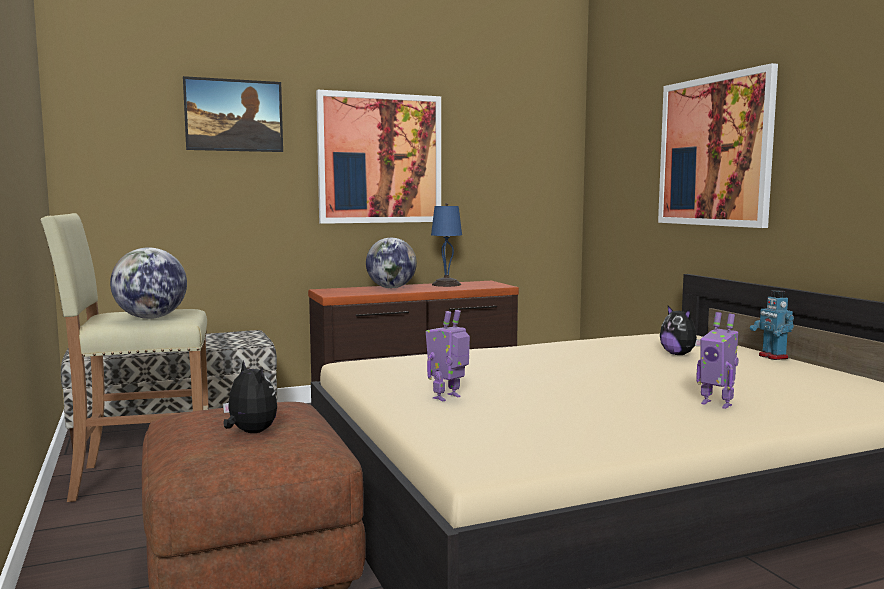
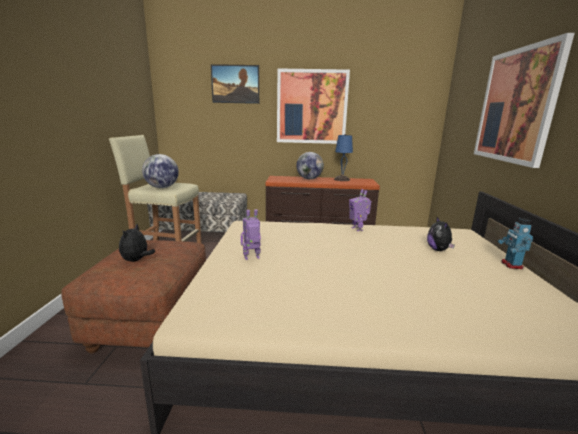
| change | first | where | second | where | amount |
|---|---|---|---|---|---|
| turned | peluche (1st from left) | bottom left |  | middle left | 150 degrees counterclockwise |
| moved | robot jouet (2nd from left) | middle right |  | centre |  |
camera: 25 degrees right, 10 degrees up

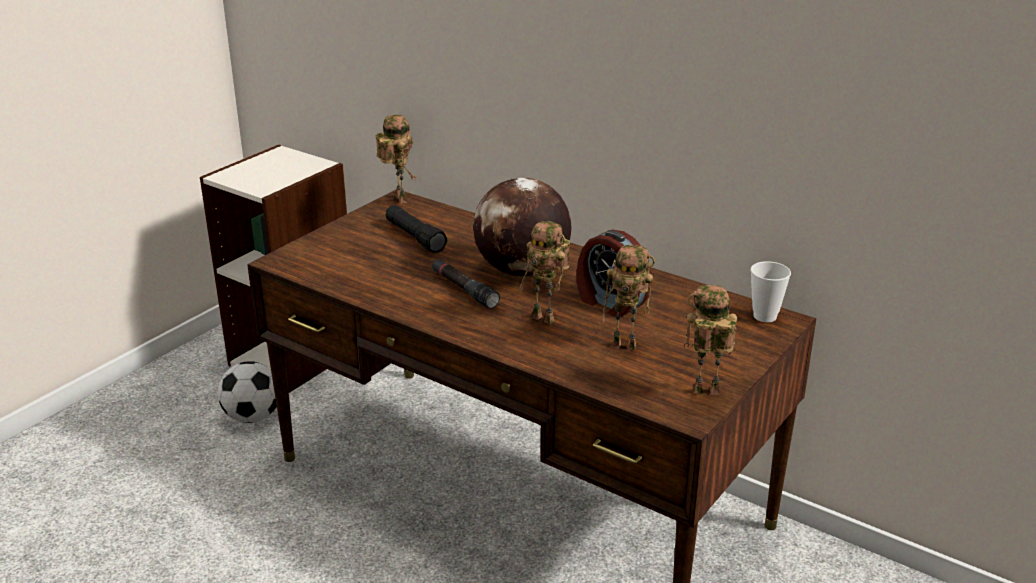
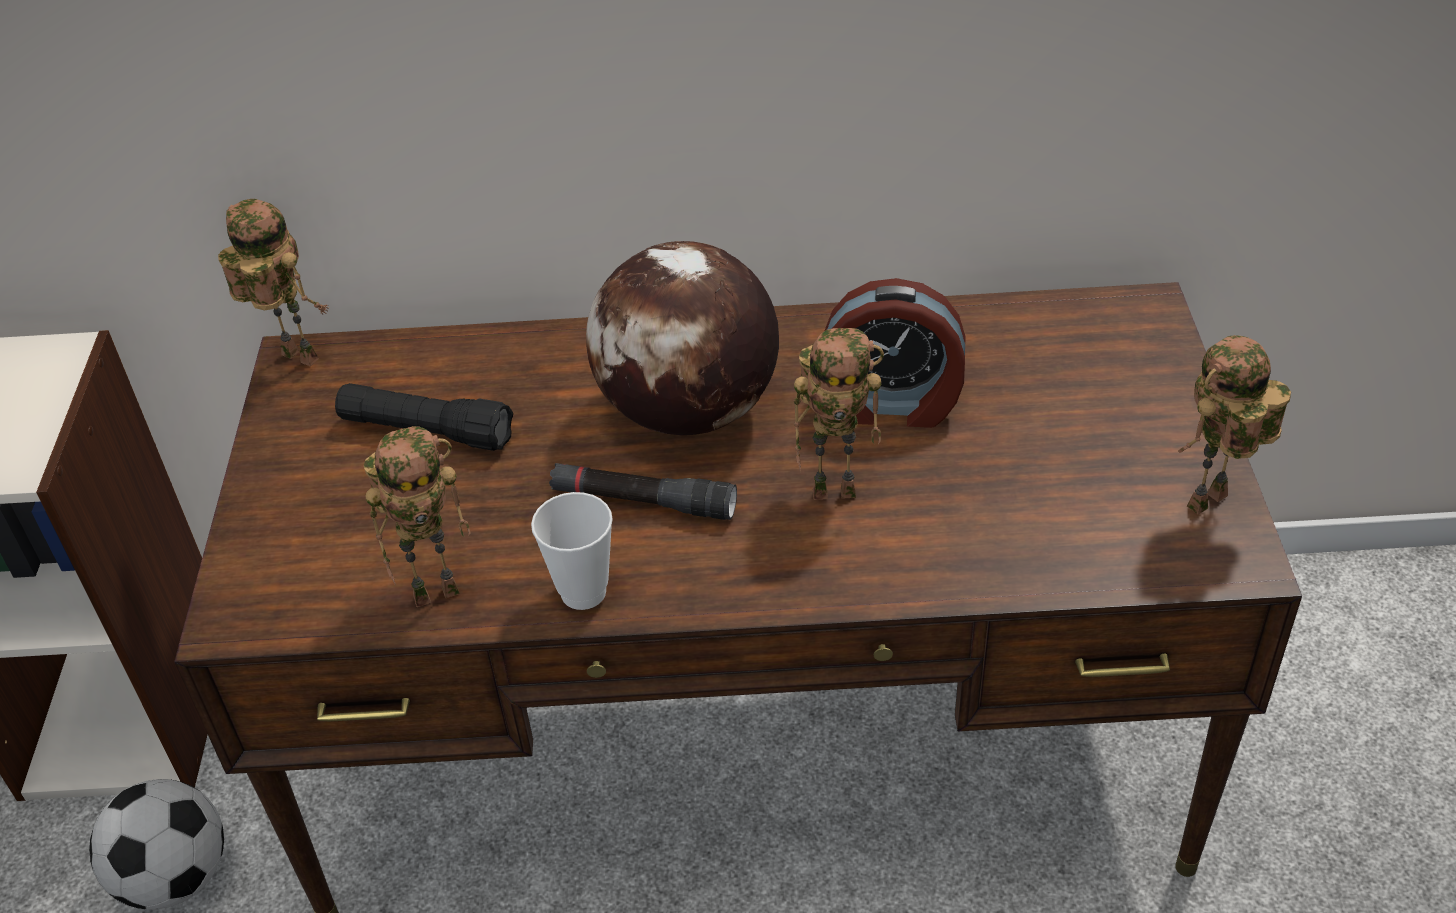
| change | first | where | second | where | amount |
|---|---|---|---|---|---|
| moved | robot jouet (3rd from left in the first image) | centre | robot jouet (2nd from left) | middle left |  |
| moved | tasse | middle right |  | centre |  |
camera: 35 degrees left, 15 degrees up

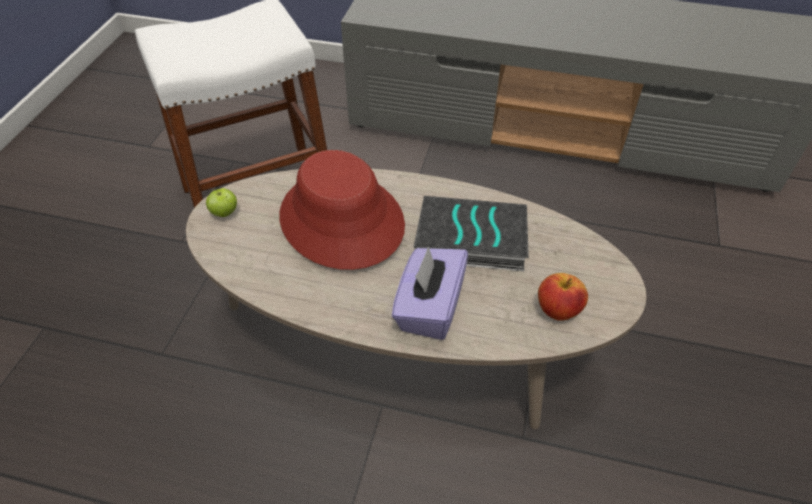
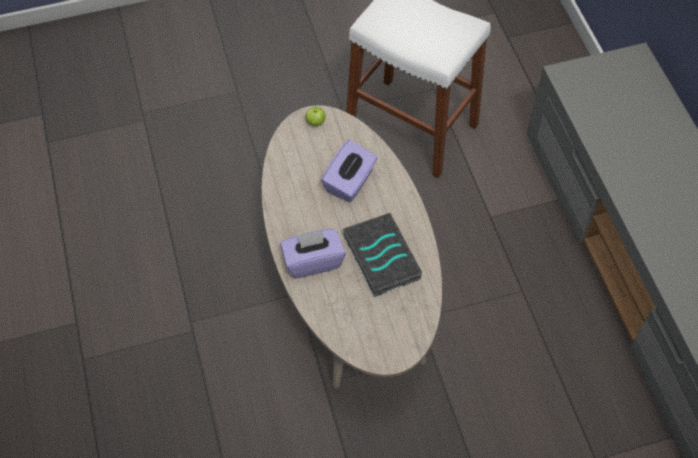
| change | first | where | second | where | amount |
|---|---|---|---|---|---|
| replaced | chapeau [rouge] | centre | boîte à mouchoirs [violet] (2nd from left) | centre |  |
| removed | pomme (2nd from left) | middle right |  |  |  |
camera: 60 degrees right, 10 degrees up

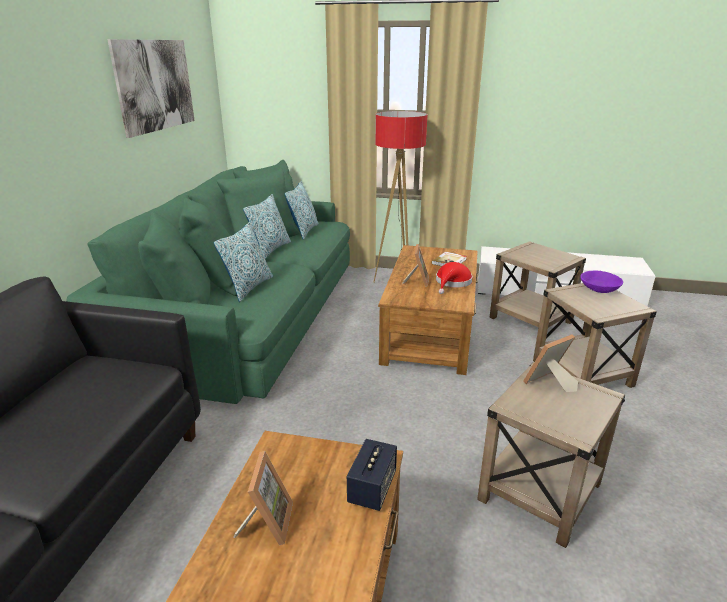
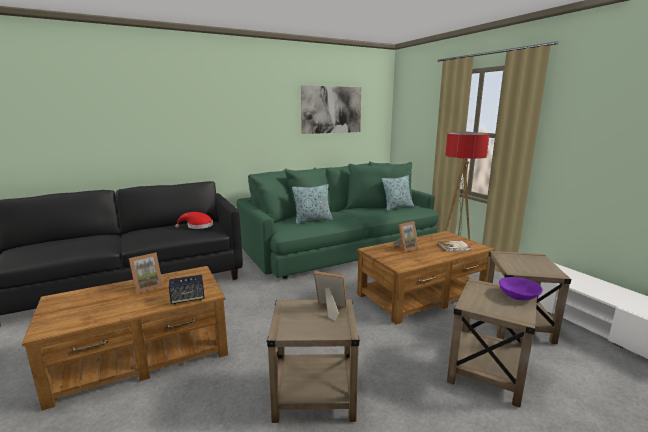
| change | first | where | second | where | amount |
|---|---|---|---|---|---|
| moved | chapeau [rouge] | centre |  | middle left |  |
| removed | coussin (2nd from left) | centre |  |  |  |
camera: 50 degrees right, 10 degrees down

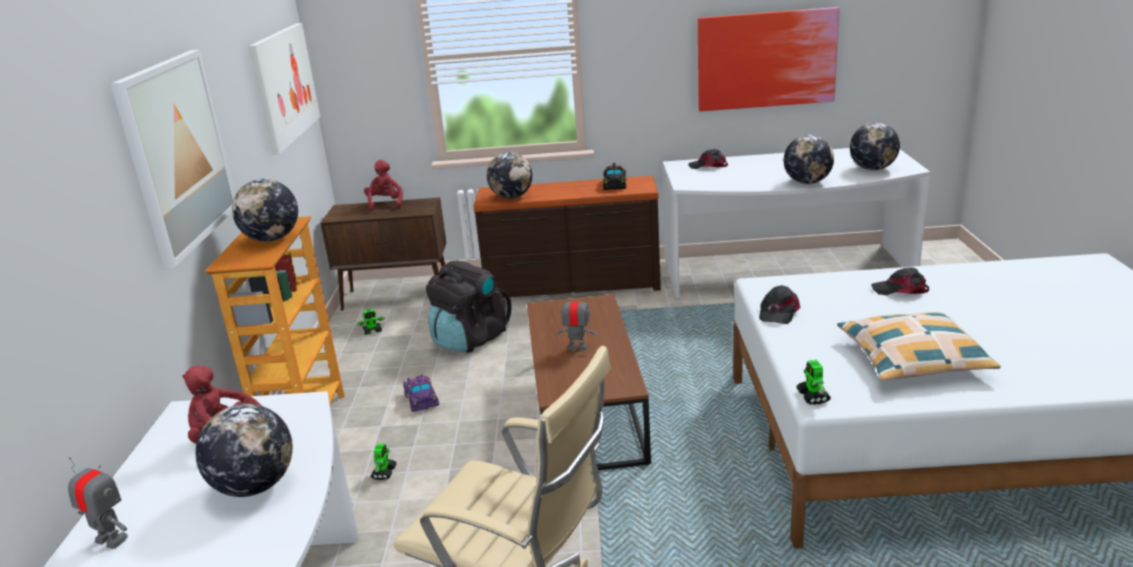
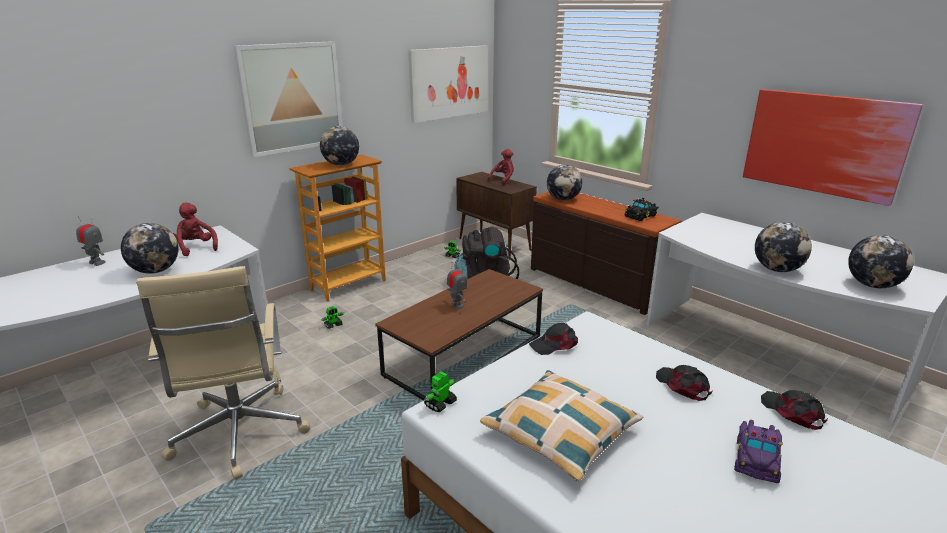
| change | first | where | second | where | amount |
|---|---|---|---|---|---|
| turned | robot jouet (1st from left) | bottom left |  | middle left | 45 degrees counterclockwise |
| moved | petite voiture [violet] | bottom centre |  | bottom right |  |
| moved | casquette [noir] (1st from left in the first image) | top centre | casquette [noir] (3rd from left) | bottom right |  |
camera: 45 degrees right, 0 degrees up

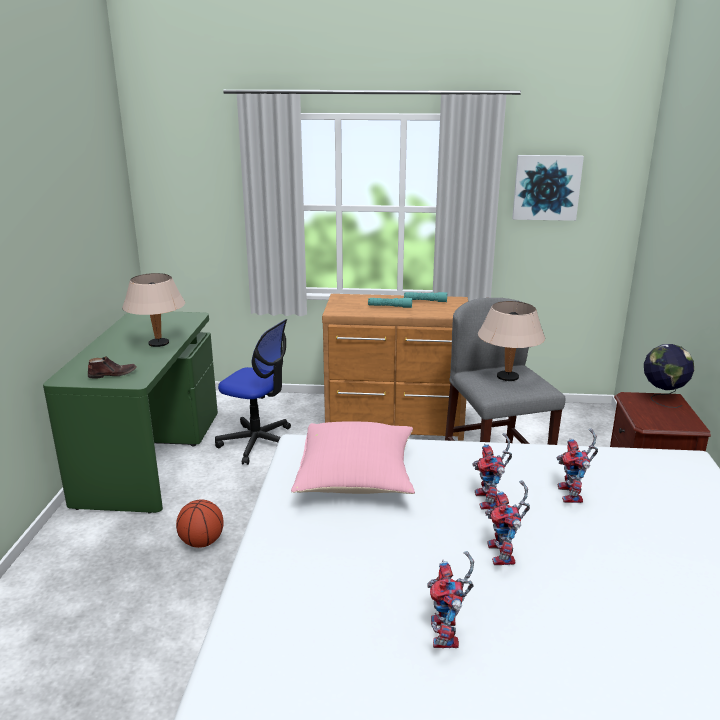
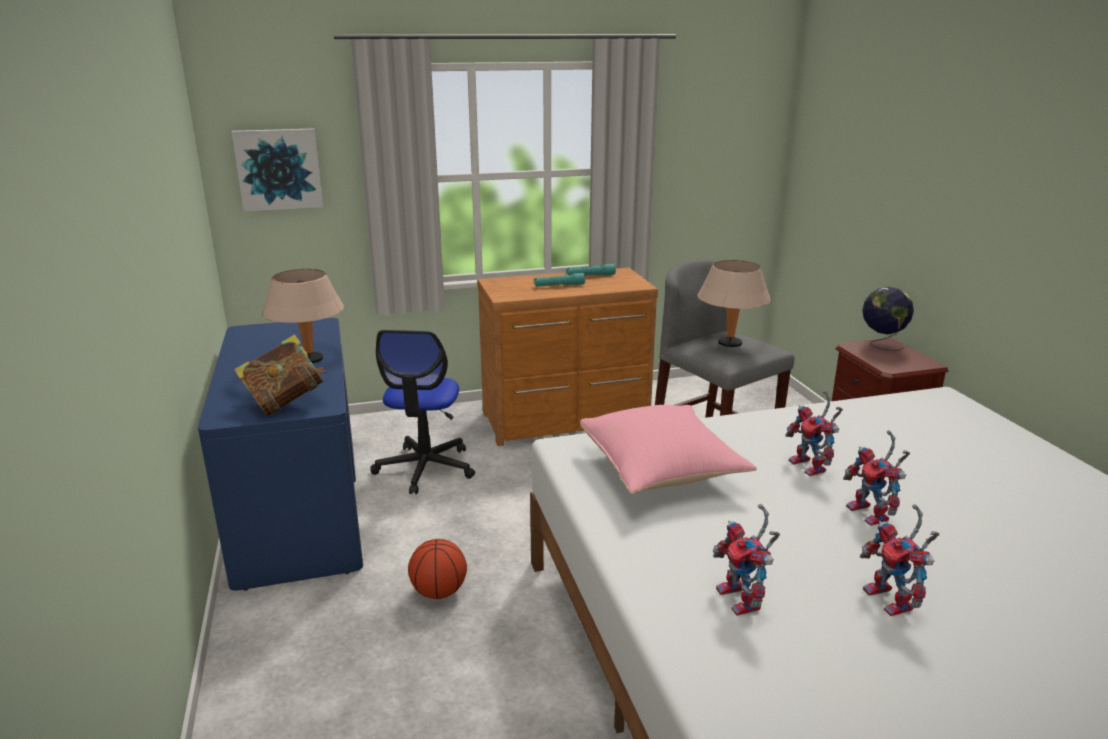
| change | first | where | second | where | amount |
|---|---|---|---|---|---|
| recoloured | bureau [vert] | middle left | bureau [bleu] | middle left |  |
| moved | tableau | top right |  | top left |  |
| replaced | chaussure [marron] | middle left | livre | middle left |  |
| turned | chaise de bureau | centre |  | centre | 90 degrees clockwise |
| moved | robot jouet (4th from left in the first image) | middle right | robot jouet (1st from left) | bottom right |  |
camera: 20 degrees left, 0 degrees up

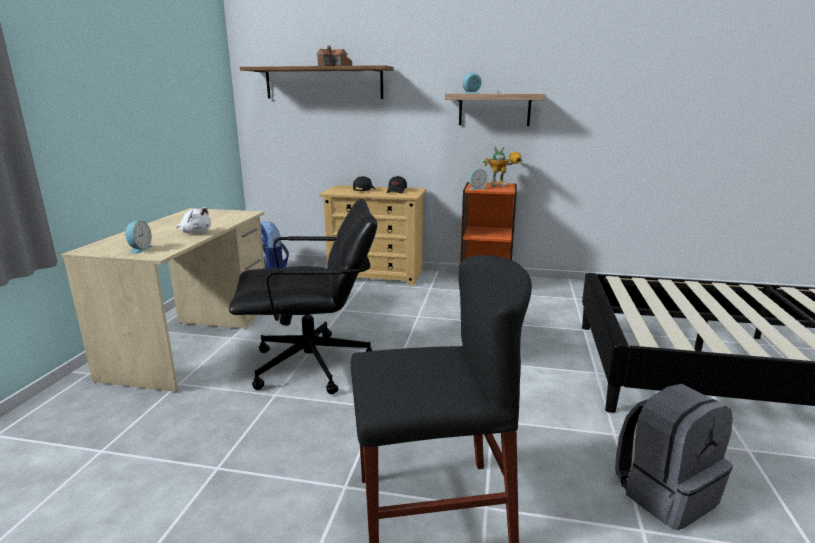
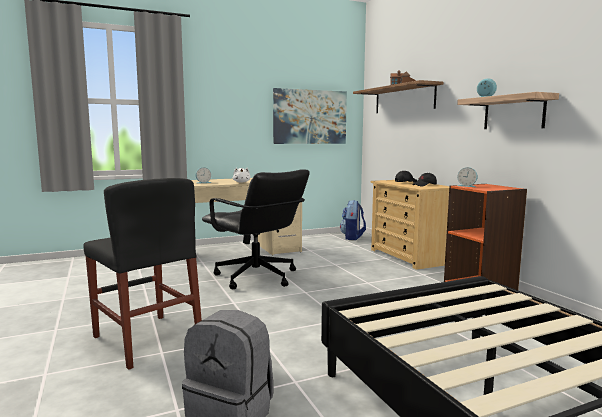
| change | first | where | second | where | amount |
|---|---|---|---|---|---|
| added |  |  | tableau | top centre |  |
| removed | robot jouet | top centre |  |  |  |
camera: 55 degrees right, 10 degrees down

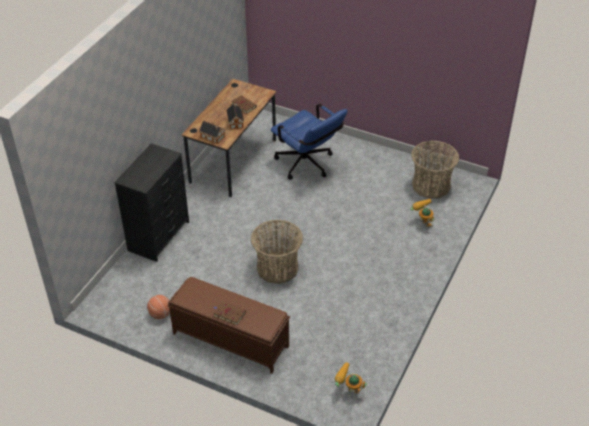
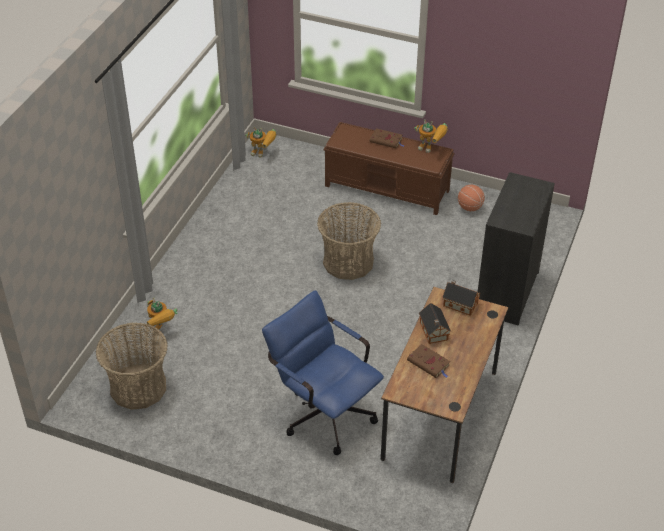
| change | first | where | second | where | amount |
|---|---|---|---|---|---|
| added |  |  | robot jouet (3rd from left) | top centre |  |
camera: 175 degrees right, 0 degrees up

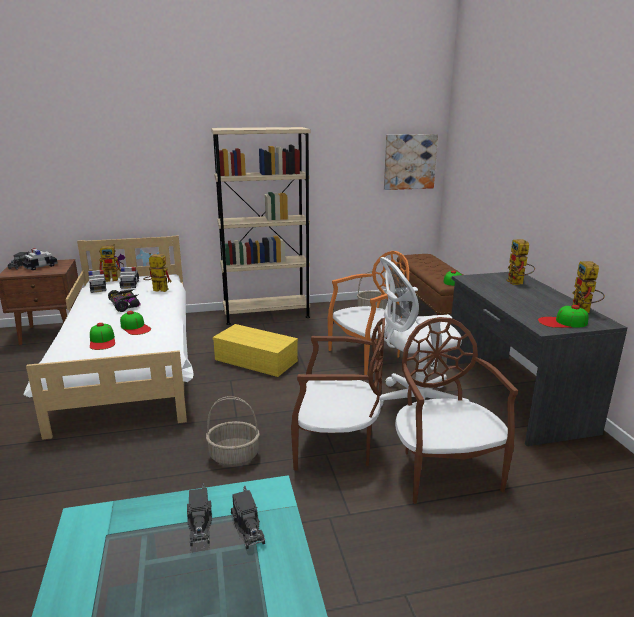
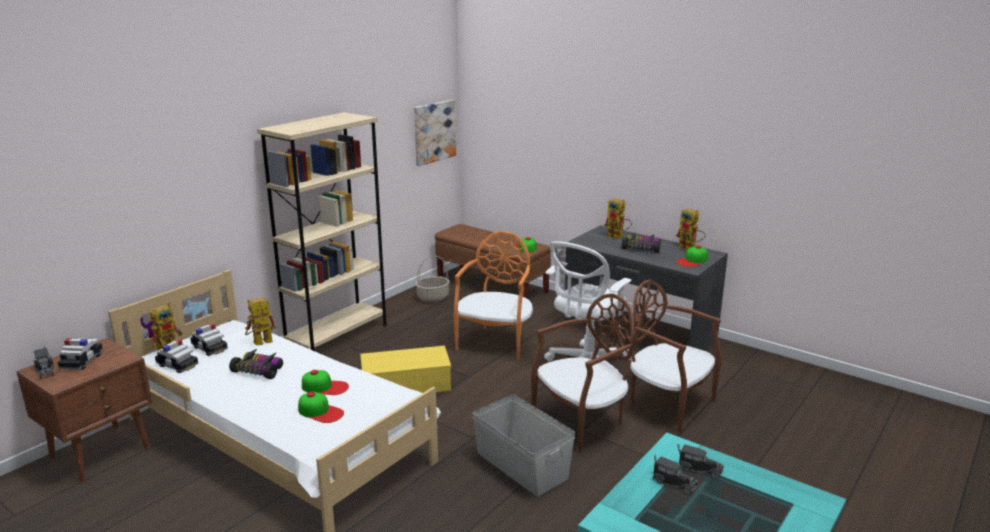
| change | first | where | second | where | amount |
|---|---|---|---|---|---|
| replaced | panier (1st from left) | bottom centre | boîte de rangement [gris] | bottom centre |  |
| added |  |  | petite voiture (5th from left) | centre |  |
camera: 40 degrees left, 0 degrees up

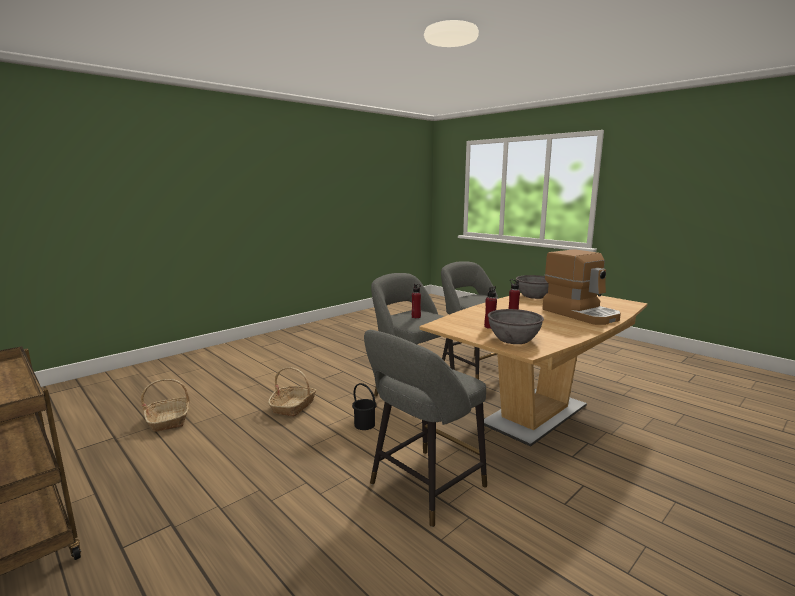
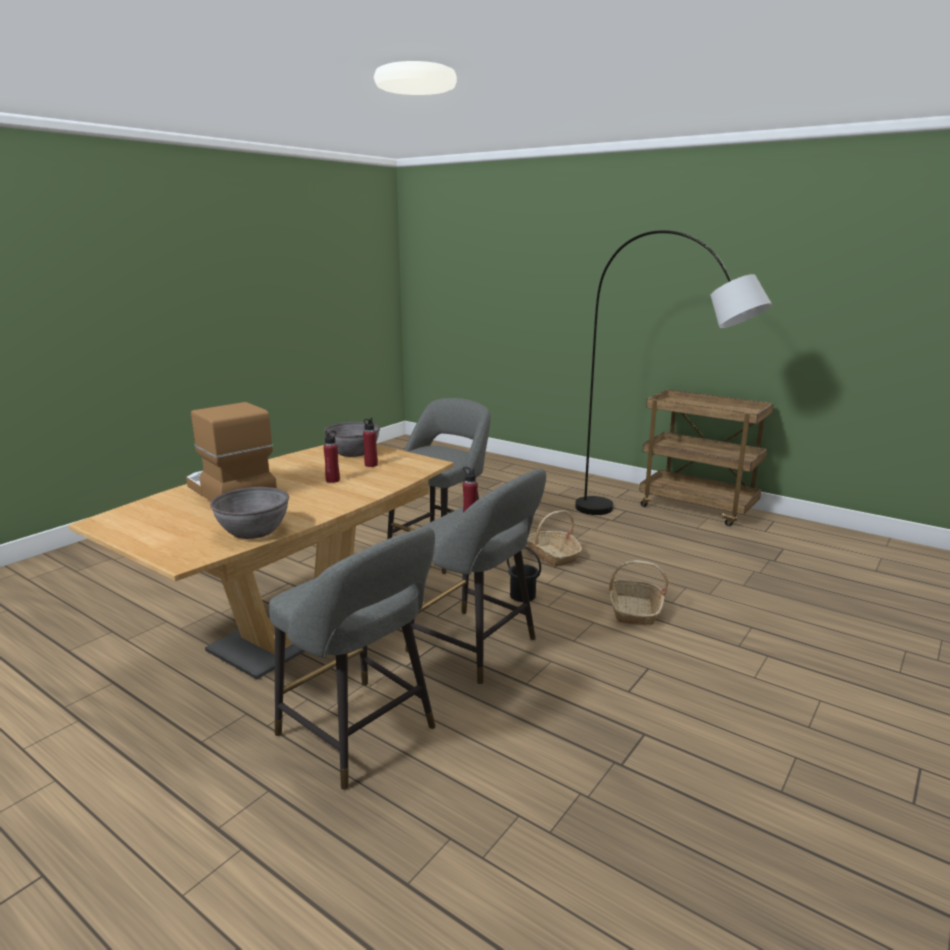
| change | first | where | second | where | amount |
|---|---|---|---|---|---|
| moved | panier (1st from left) | bottom left |  | centre |  |
| added |  |  | lampadaire [gris] | middle right |  |
camera: 170 degrees right, 5 degrees up

